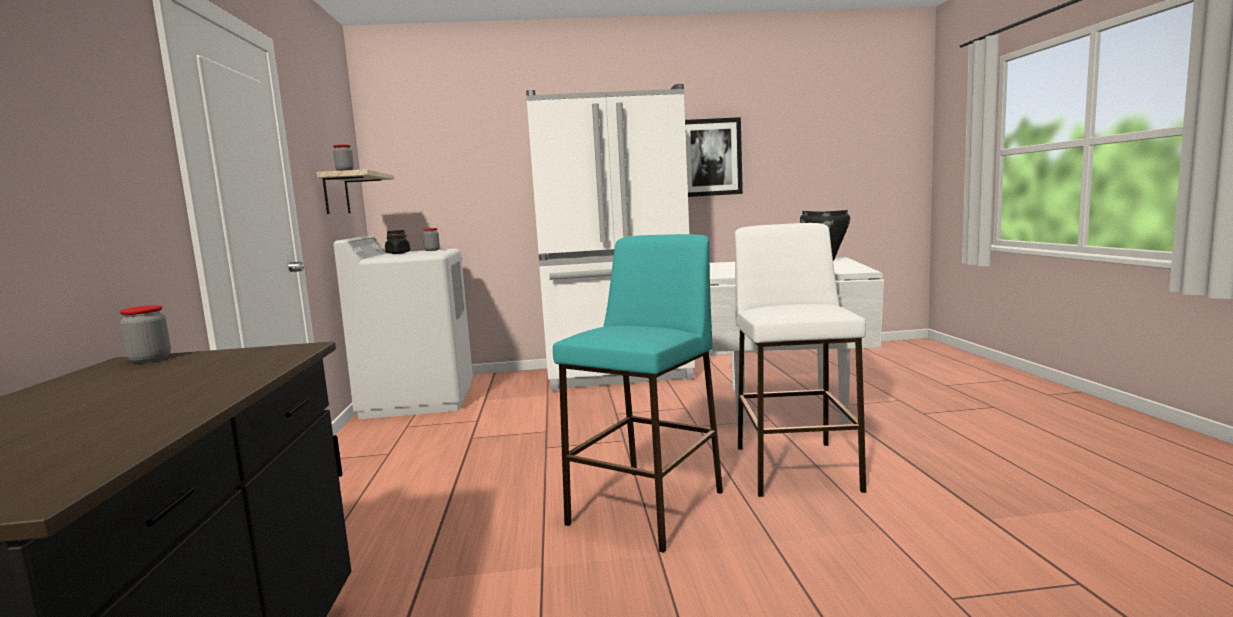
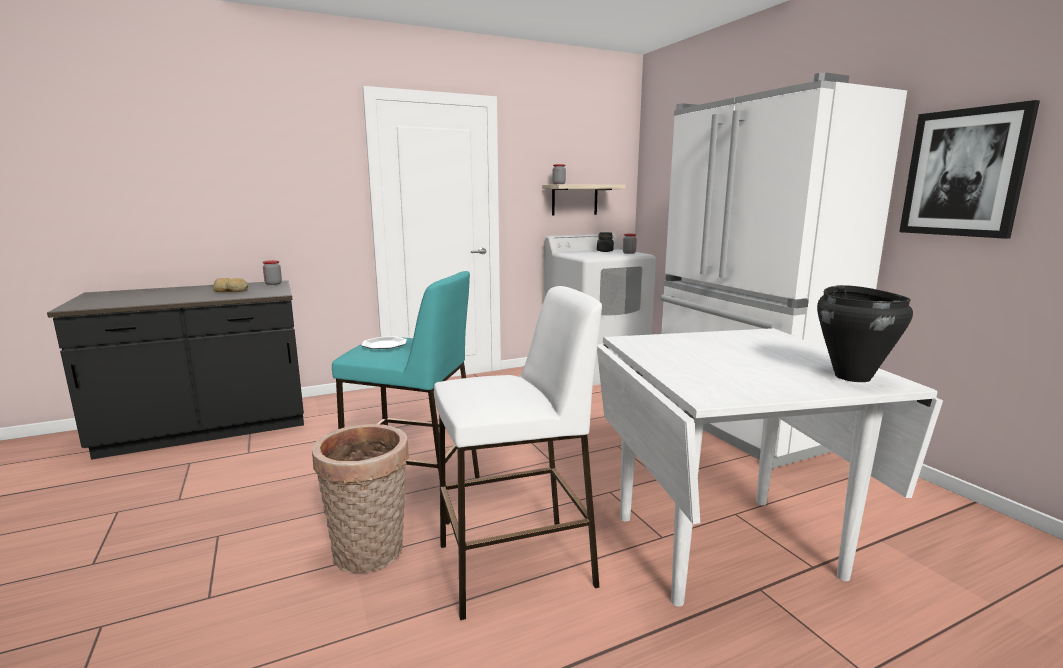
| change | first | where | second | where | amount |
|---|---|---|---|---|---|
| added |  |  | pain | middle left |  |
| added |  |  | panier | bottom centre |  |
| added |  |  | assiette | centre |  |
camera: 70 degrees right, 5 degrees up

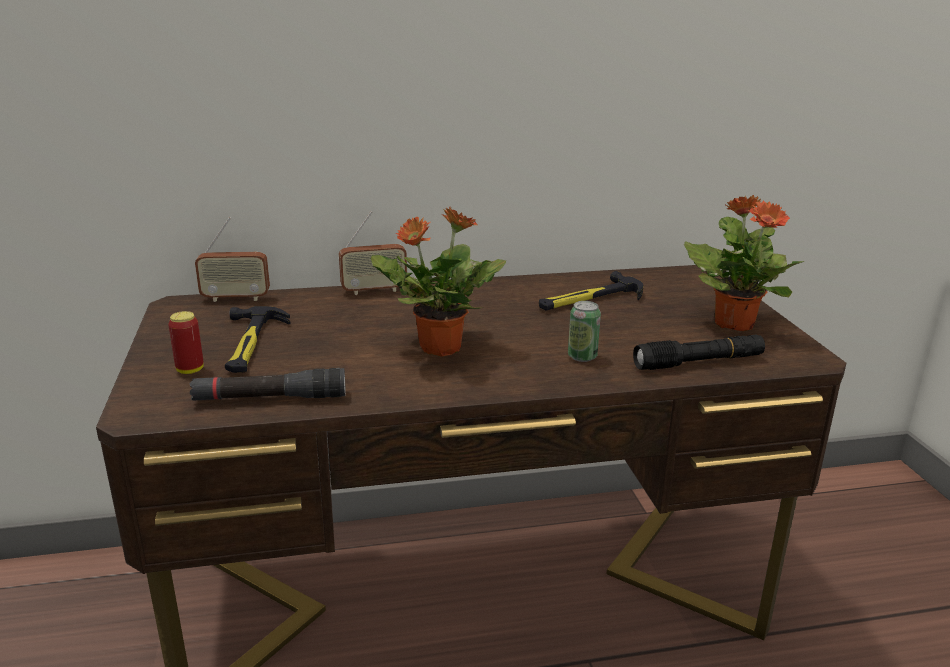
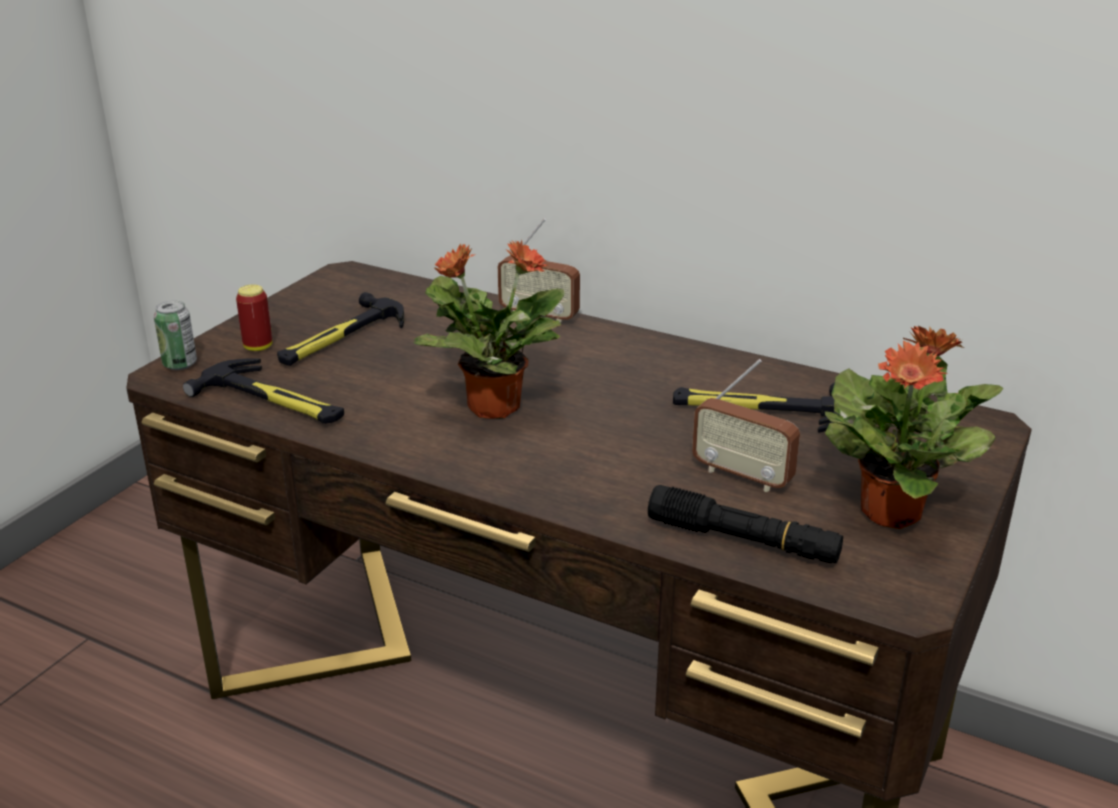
| change | first | where | second | where | amount |
|---|---|---|---|---|---|
| moved | boîte métallique (2nd from left in the first image) | centre | boîte métallique (1st from left) | middle left |  |
| replaced | lampe de poche [noir] (1st from left) | middle left | marteau (1st from left) | middle left |  |
| moved | radio (1st from left in the first image) | middle left | radio (2nd from left) | middle right |  |
camera: 40 degrees right, 5 degrees up

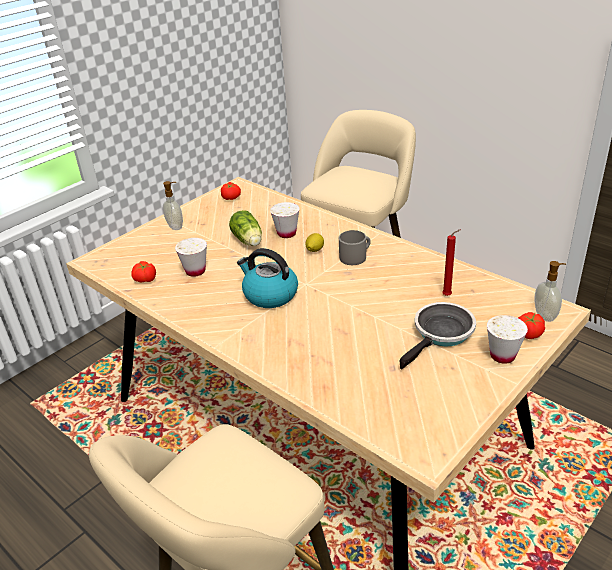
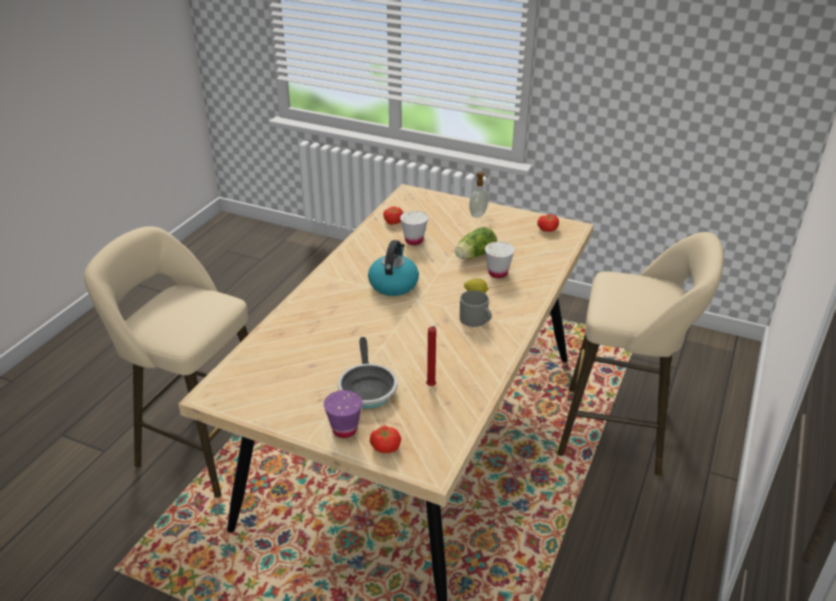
| change | first | where | second | where | amount |
|---|---|---|---|---|---|
| recoloured | tasse [blanc] (3rd from left) | middle right | tasse [violet] | bottom centre |  |
| turned | poêle | middle right |  | centre | 60 degrees clockwise |
| removed | distributeur de savon (2nd from left) | middle right |  |  |  |
camera: 70 degrees right, 0 degrees up

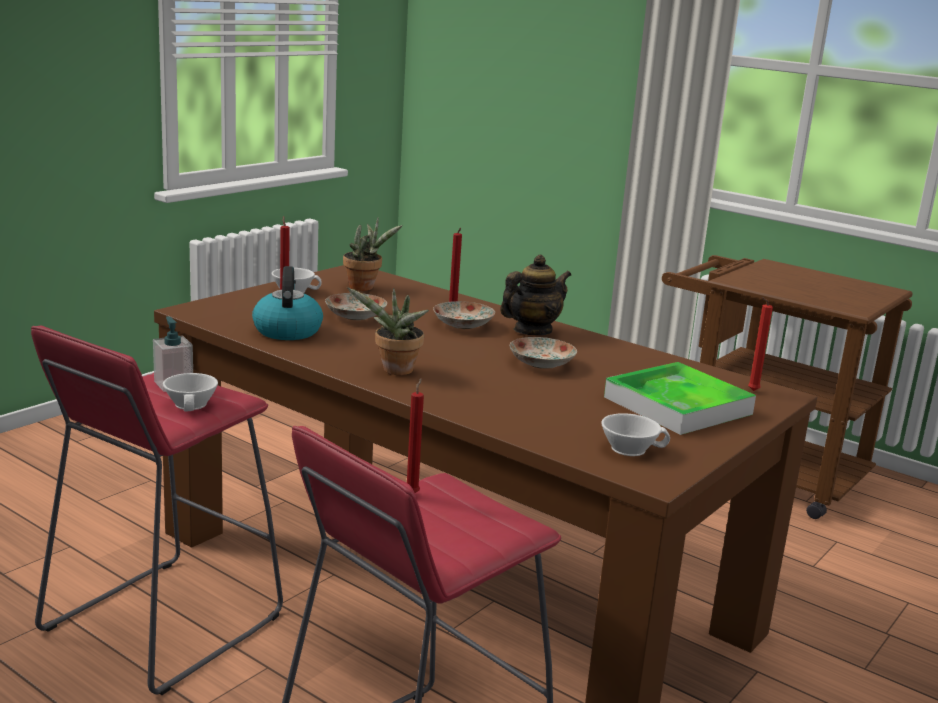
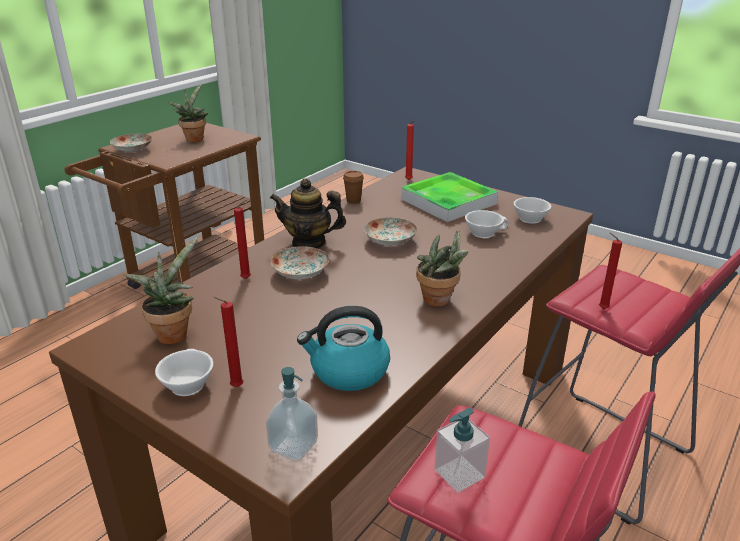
| change | first | where | second | where | amount |
|---|---|---|---|---|---|
| moved | assiette (1st from left) | centre |  | top left |  |
| added |  |  | plante en pot (2nd from left) | top left |  |
| added |  |  | distributeur de savon (1st from left) | bottom centre |  |
| turned | théière | centre |  | centre | 45 degrees counterclockwise |
| added |  |  | tasse [marron] | centre |  |
| moved | tasse [blanc] (1st from left in the first image) | middle left | tasse [blanc] (2nd from left) | centre |  |
camera: 90 degrees left, 10 degrees up

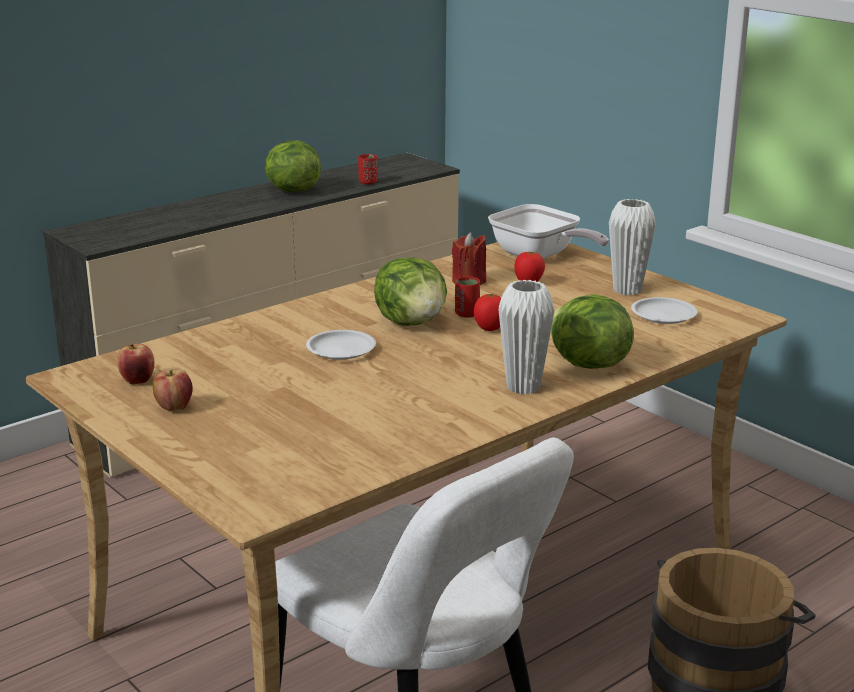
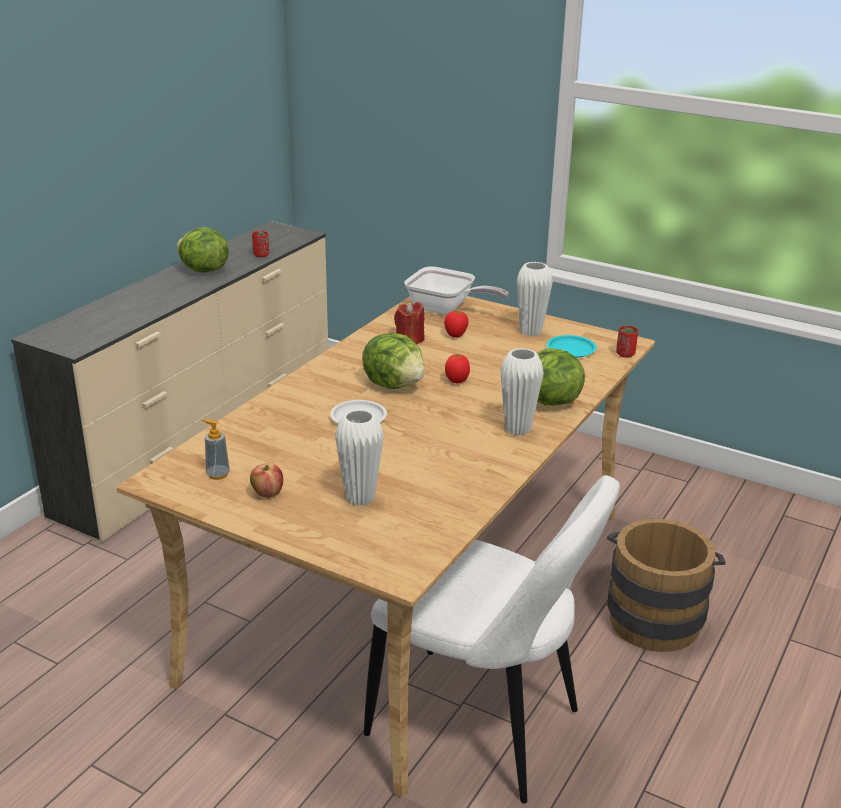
| change | first | where | second | where | amount |
|---|---|---|---|---|---|
| replaced | pomme (1st from left) | middle left | distributeur de savon | middle left |  |
| added |  |  | vase [blanc] (1st from left) | centre |  |
| recoloured | assiette [blanc] (2nd from left) | middle right | assiette [turquoise] | middle right |  |
| moved | tasse [rouge] (2nd from left) | centre |  | middle right |  |
camera: 20 degrees left, 5 degrees up

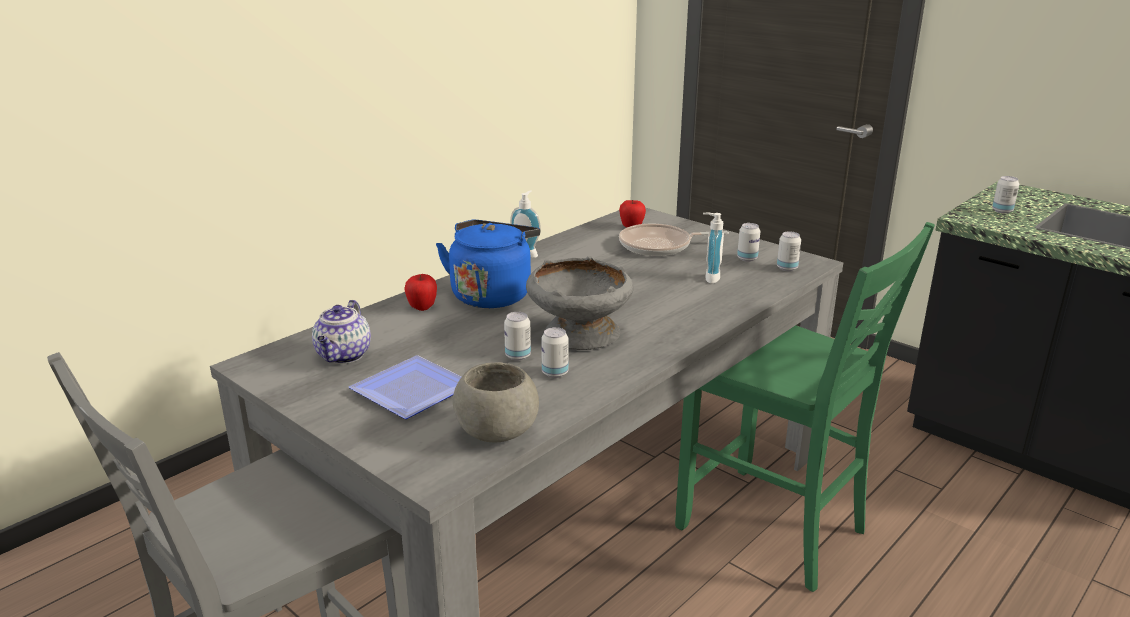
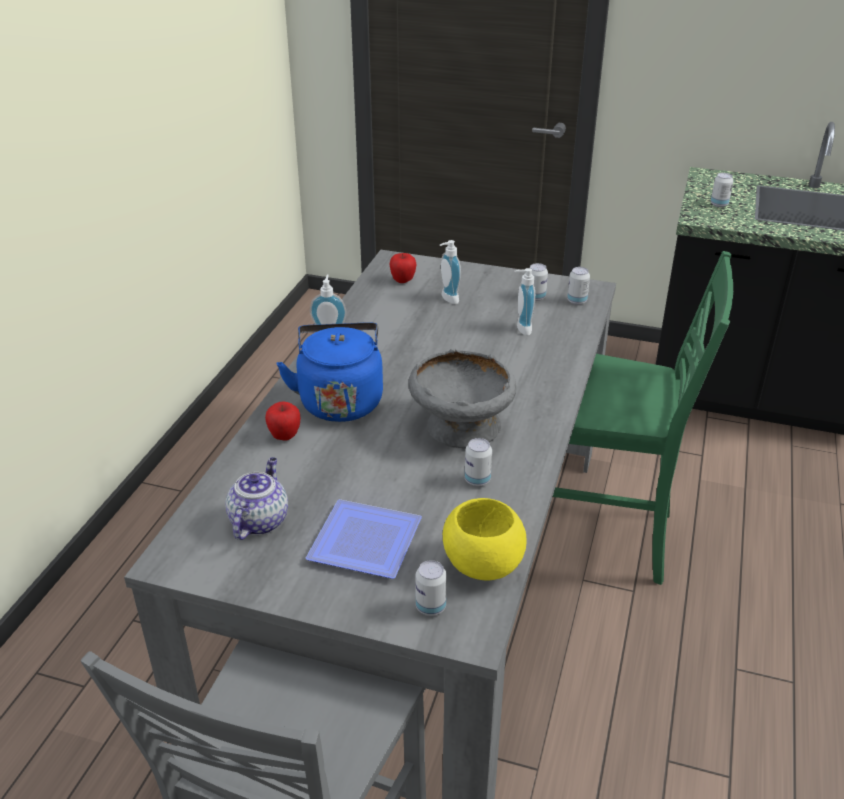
| change | first | where | second | where | amount |
|---|---|---|---|---|---|
| turned | théière | middle left |  | middle left | 150 degrees counterclockwise |
| moved | boîte métallique (1st from left) | centre |  | bottom centre |  |
| replaced | poêle | centre | distributeur de savon (2nd from left) | centre |  |
| recoloured | bol [gris] (1st from left) | centre | bol [jaune] | bottom centre |  |
camera: 25 degrees left, 10 degrees up

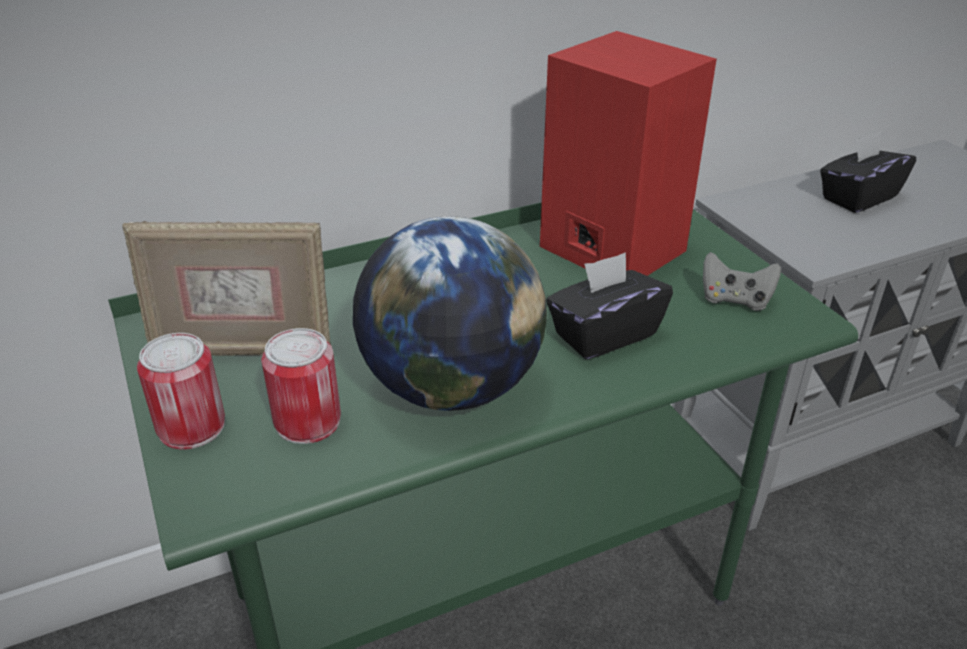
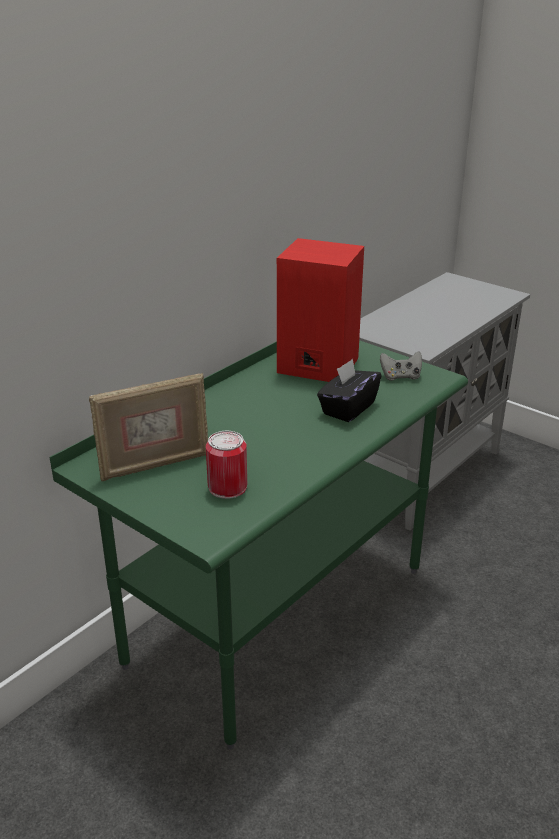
| change | first | where | second | where | amount |
|---|---|---|---|---|---|
| removed | boîte métallique (1st from left) | middle left |  |  |  |
| removed | globe | centre |  |  |  |
| removed | boîte à mouchoirs [noir] (2nd from left) | top right |  |  |  |
camera: 25 degrees left, 5 degrees down

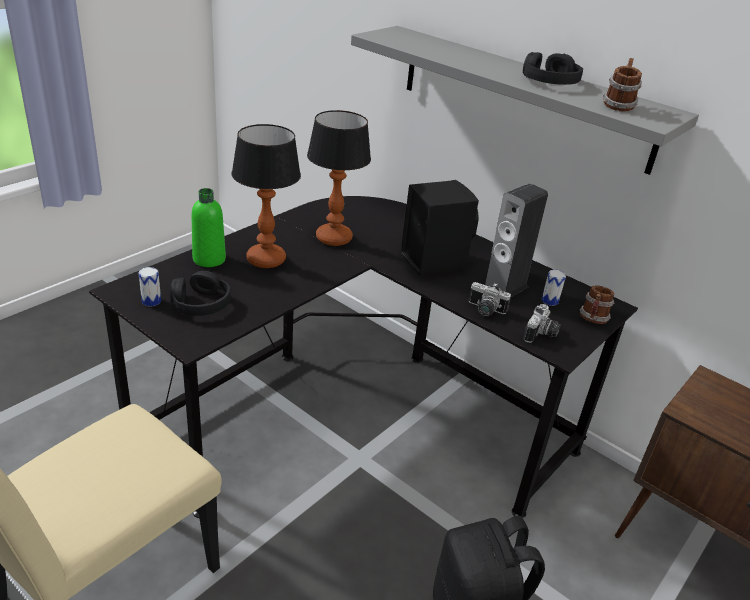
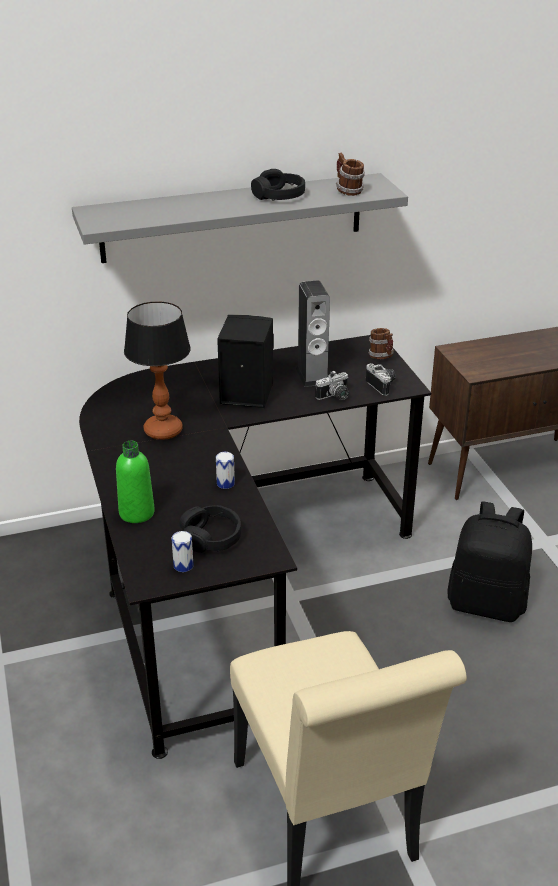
| change | first | where | second | where | amount |
|---|---|---|---|---|---|
| moved | boîte métallique (2nd from left) | middle right |  | centre |  |
| removed | lampe de table (1st from left) | top centre |  |  |  |
camera: 55 degrees left, 0 degrees up

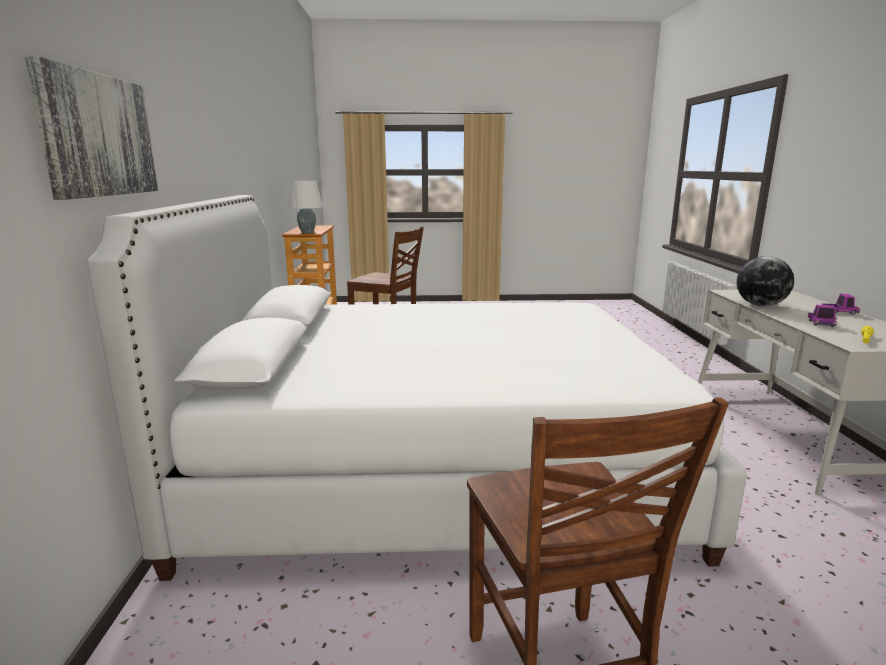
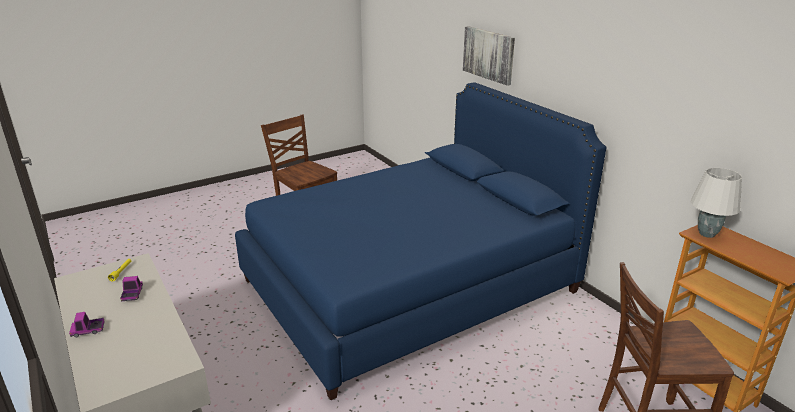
| change | first | where | second | where | amount |
|---|---|---|---|---|---|
| recoloured | lit [blanc] | centre | lit [bleu] | centre |  |
| removed | globe | middle right |  |  |  |
camera: 150 degrees right, 10 degrees up

